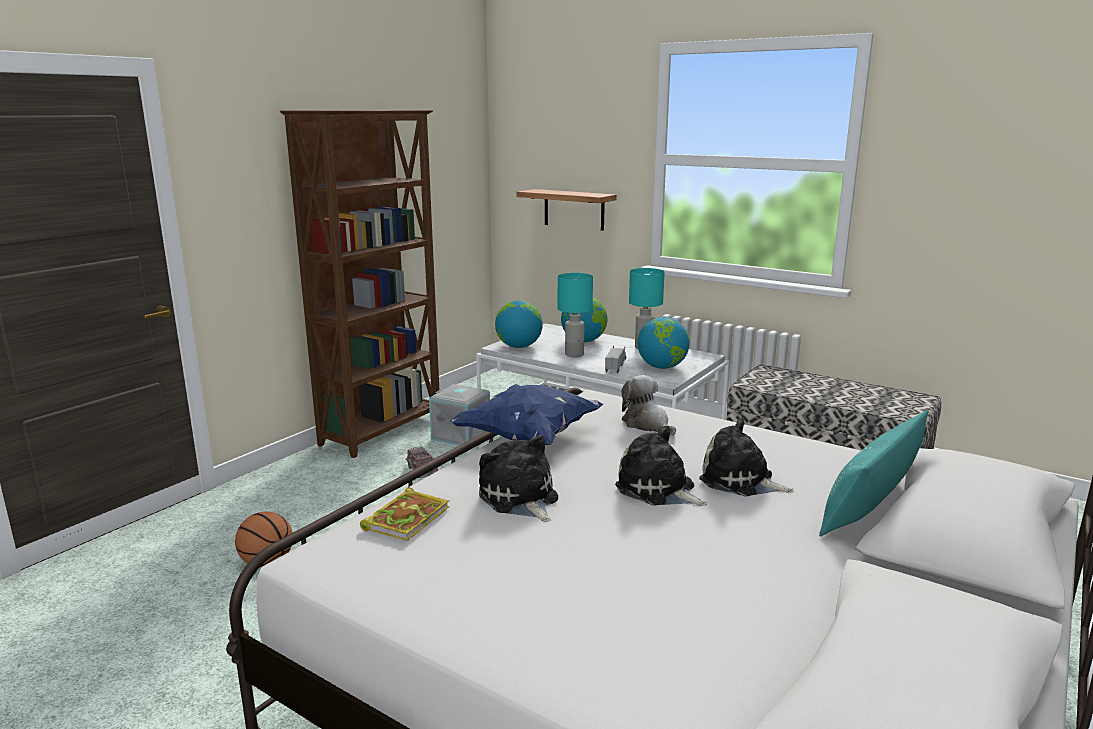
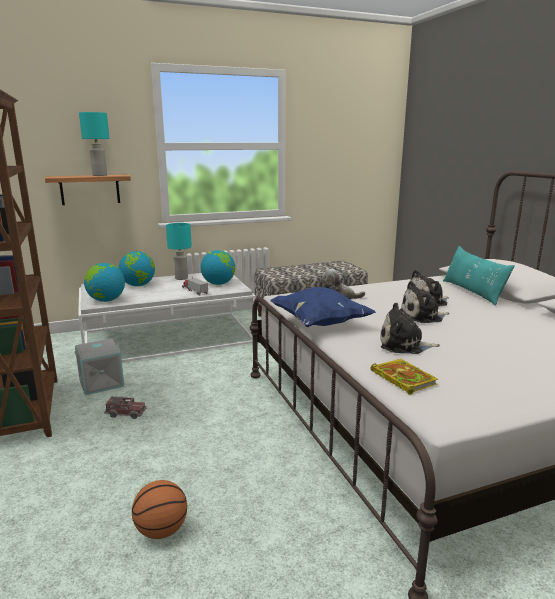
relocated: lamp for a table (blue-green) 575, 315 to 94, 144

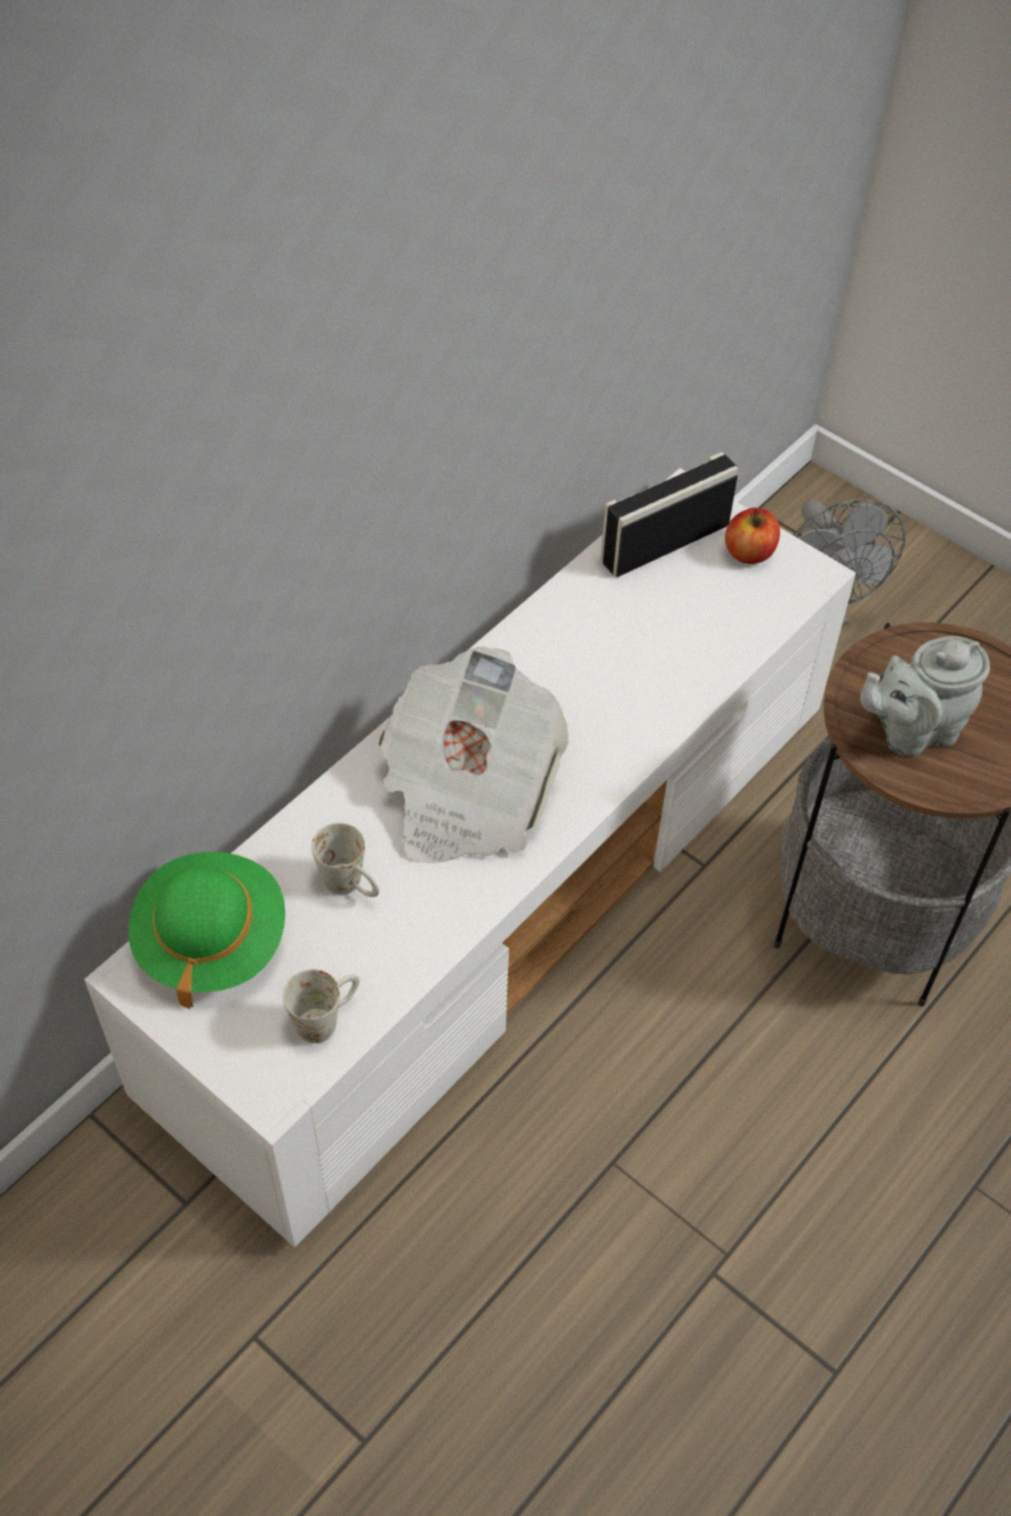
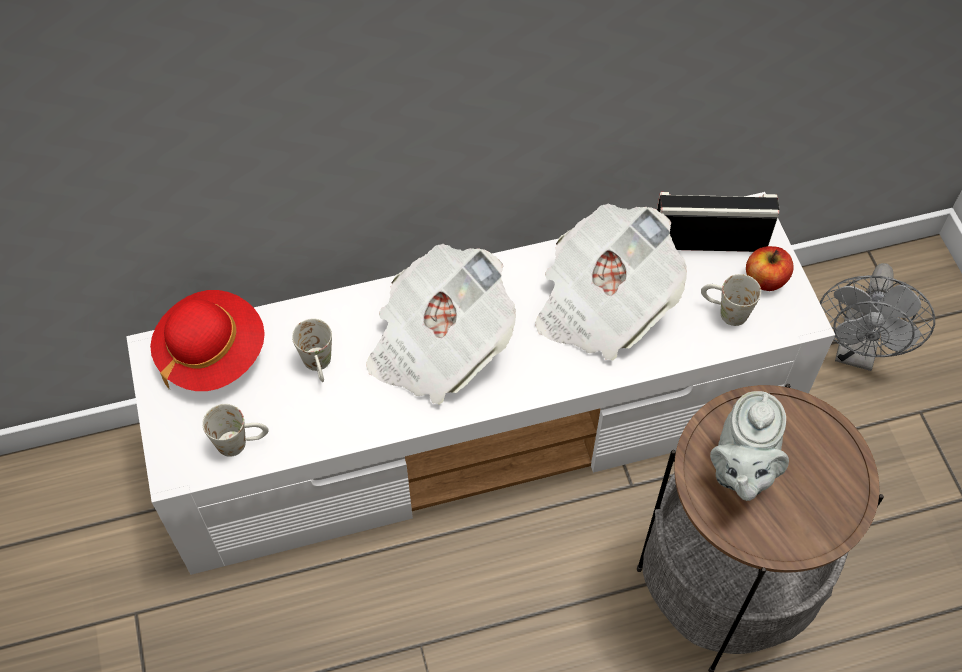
appeared: daily paper 611, 282; tea mug (white) 731, 300
colour: wearable hat (green) 206, 930 to wearable hat (reddish) 207, 340
spun: tea pot (gray) 925, 696 = 749, 446 90 degrees counterclockwise

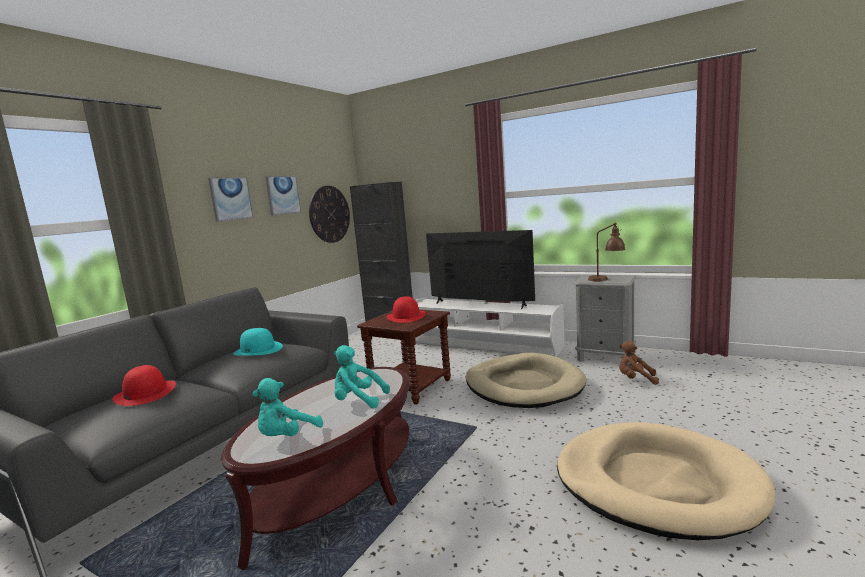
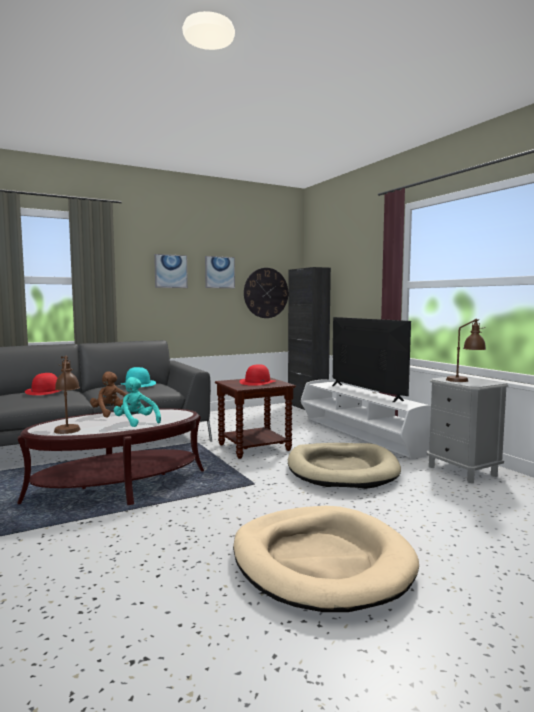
relocated: plush toy (brownish) 639, 363 to 108, 394
exchanged: plush toy (blue-green) 287, 407 to lamp for a table (brownish) 67, 395

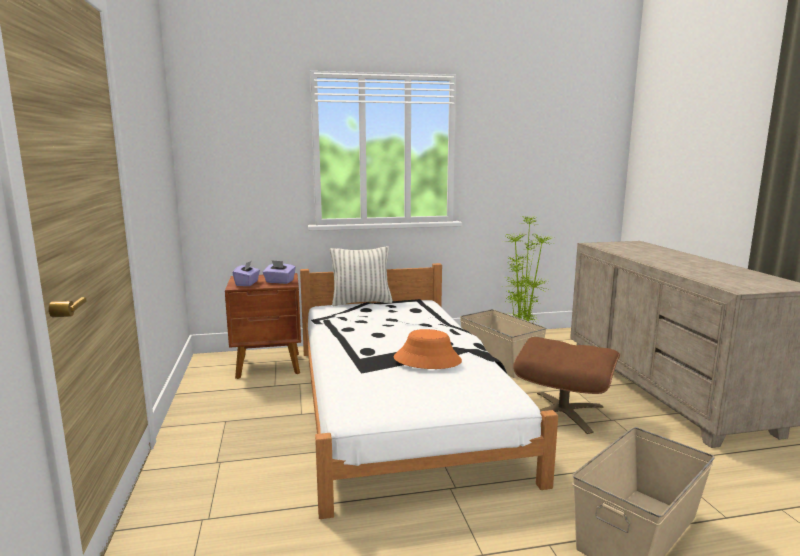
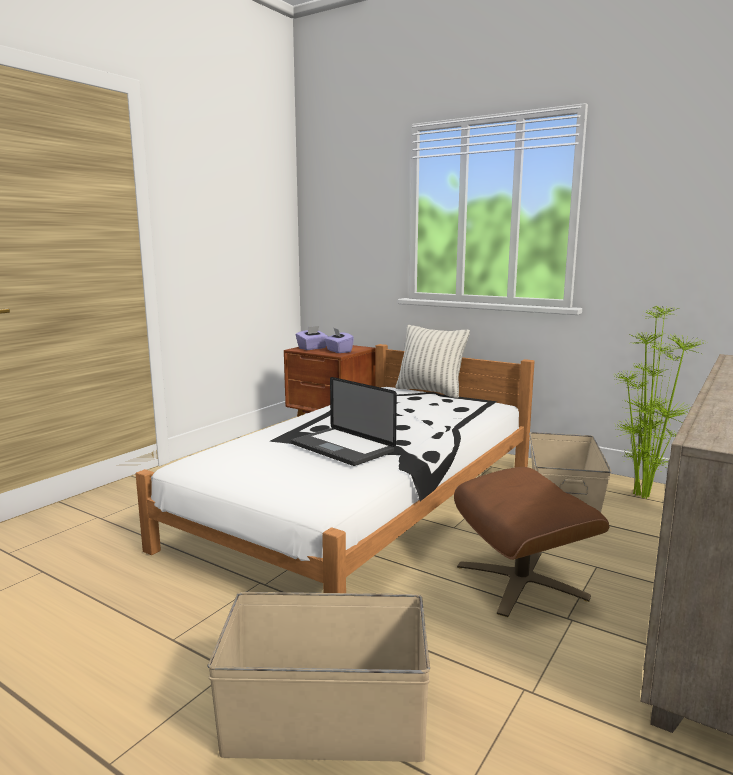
exchanged: wearable hat (orange) 428, 349 to portable computer 344, 421

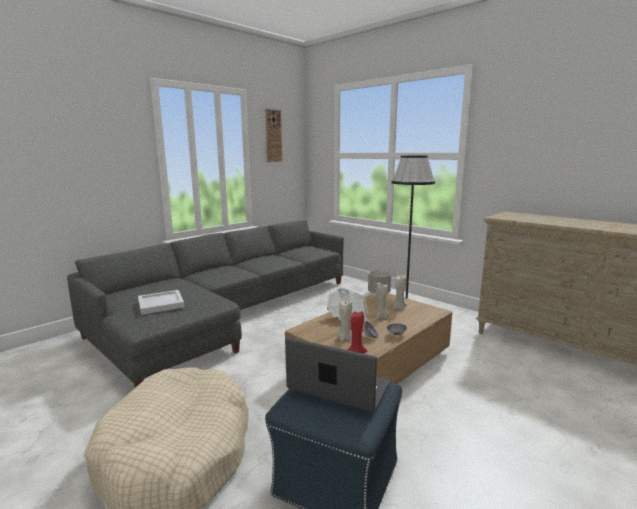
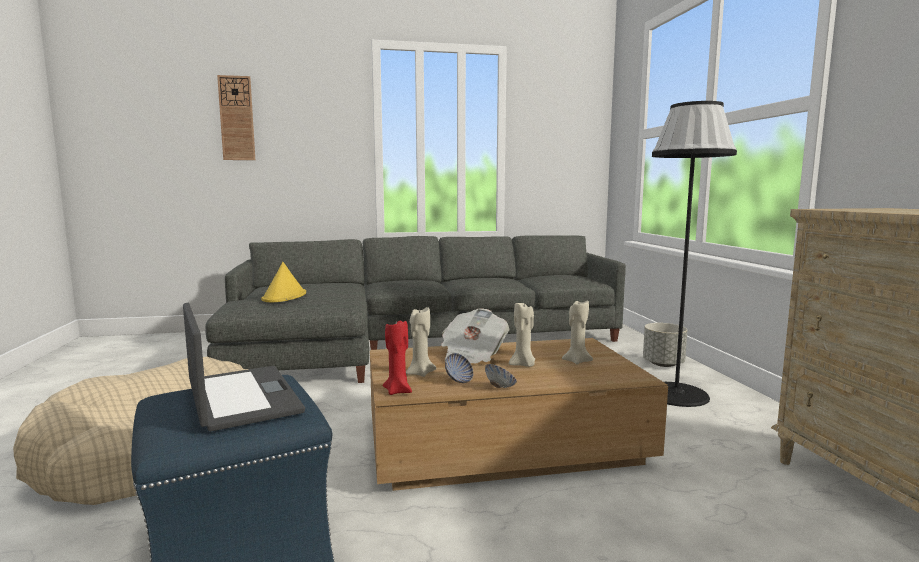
relocated: wall clock 273, 135 to 236, 117
exchanged: tray (white) 161, 302 to wearable hat (yellow) 283, 282

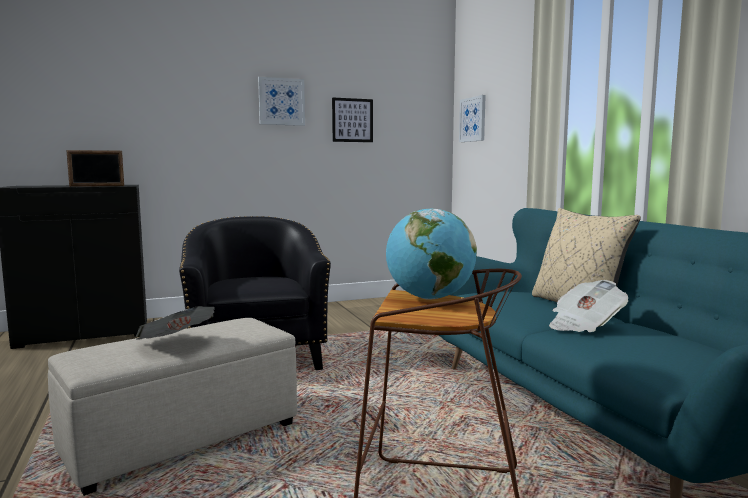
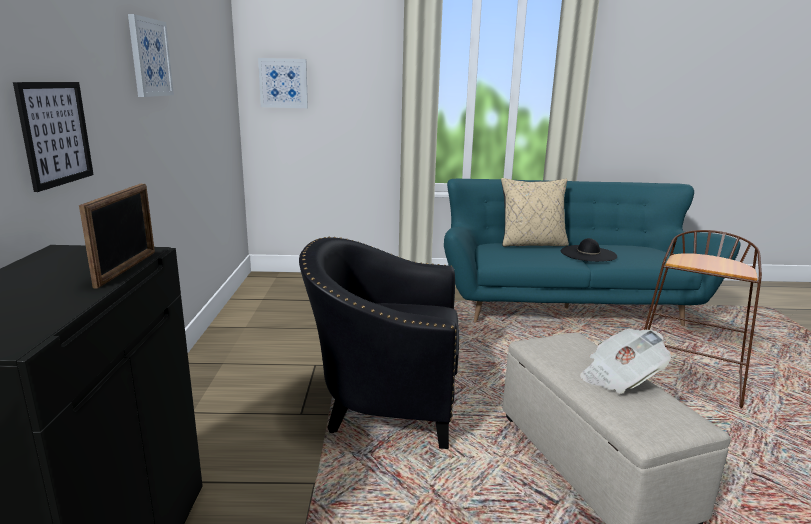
missing: globe 431, 254
relocated: picture 352, 119 to 53, 137
exchanged: daily paper 588, 306 to wearable hat (black-coloured) 589, 250

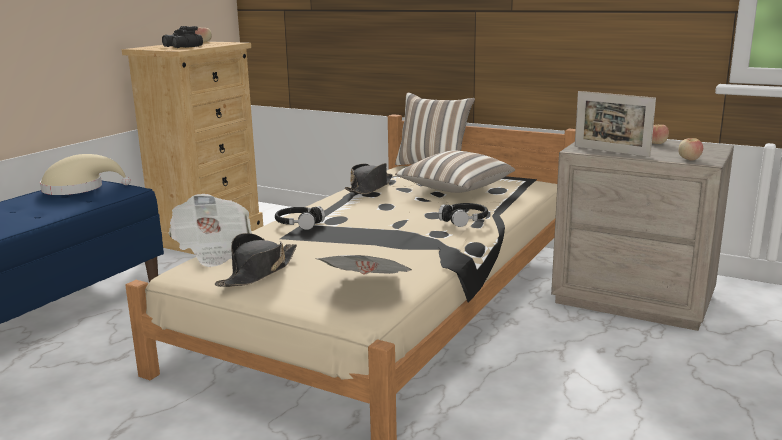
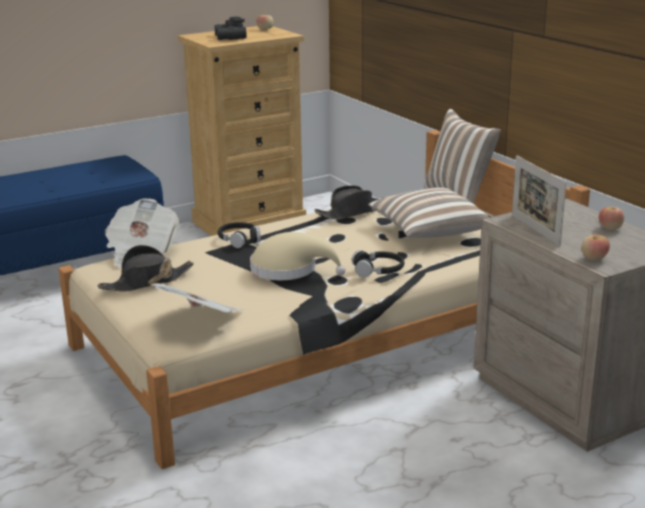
relocated: wearable hat (sand-coloured) 85, 174 to 298, 256

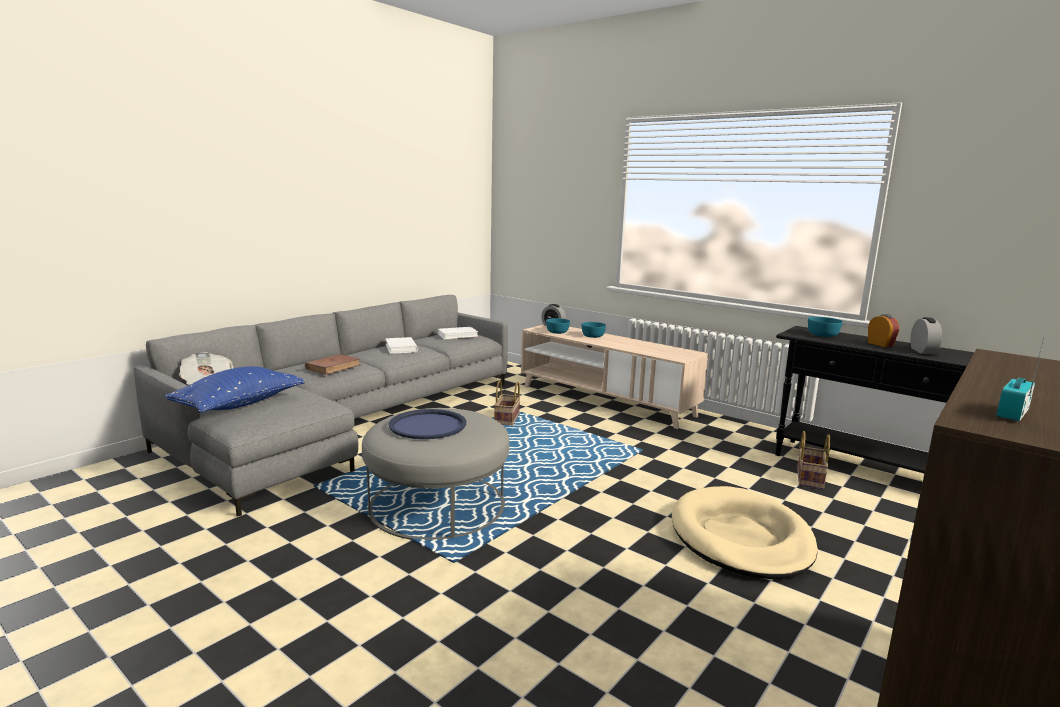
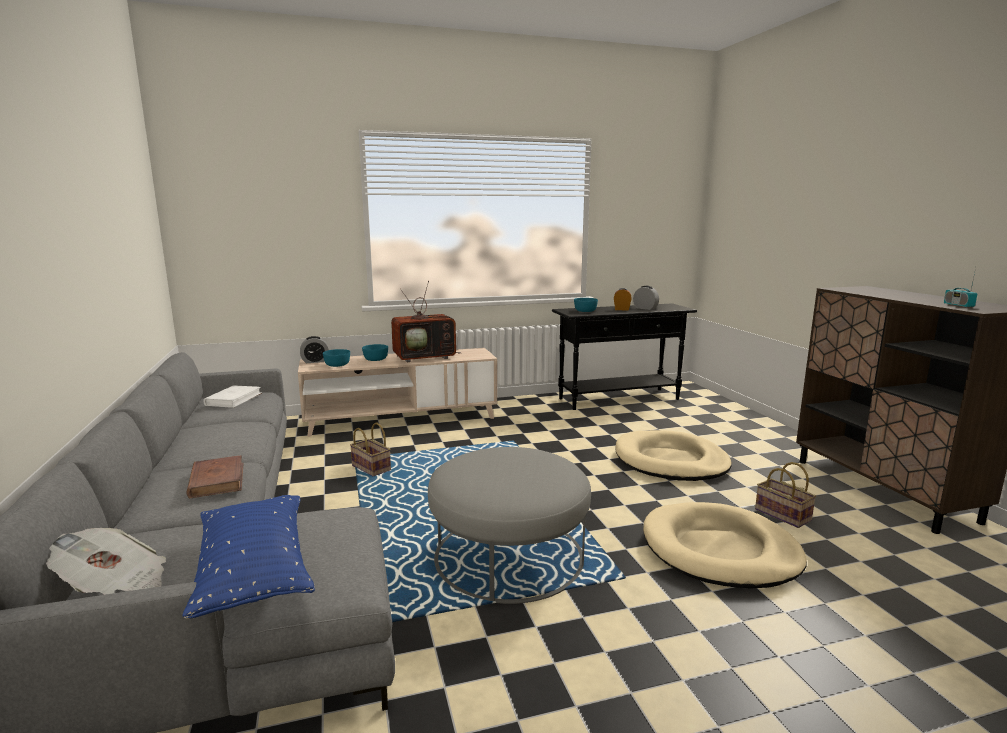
missing: bound book (white) 401, 345; tray (bluish) 427, 424
appeared: TV 426, 321; dog bed (sand-coloured) 725, 545
relocated: storage basket 813, 460 to 785, 495

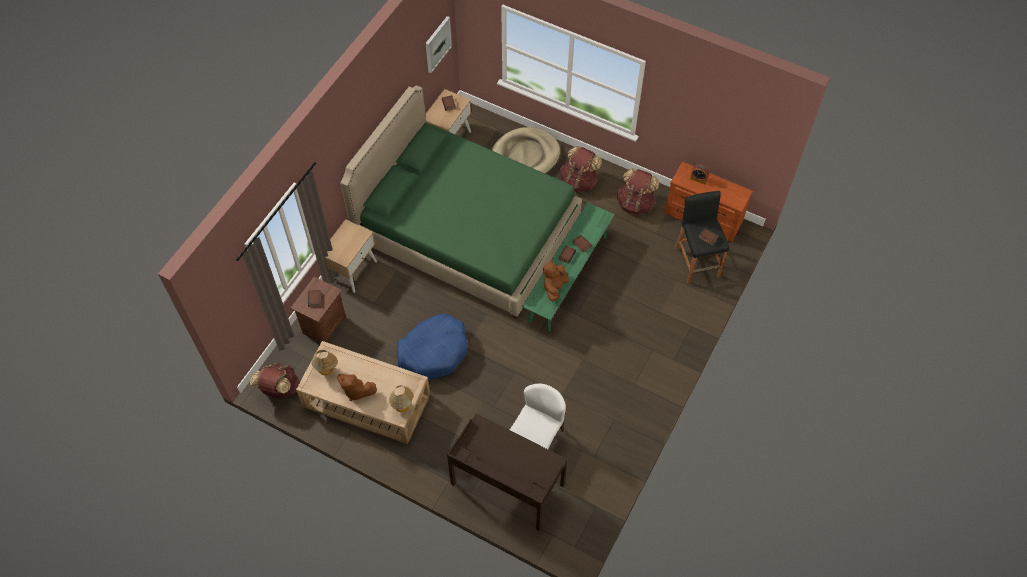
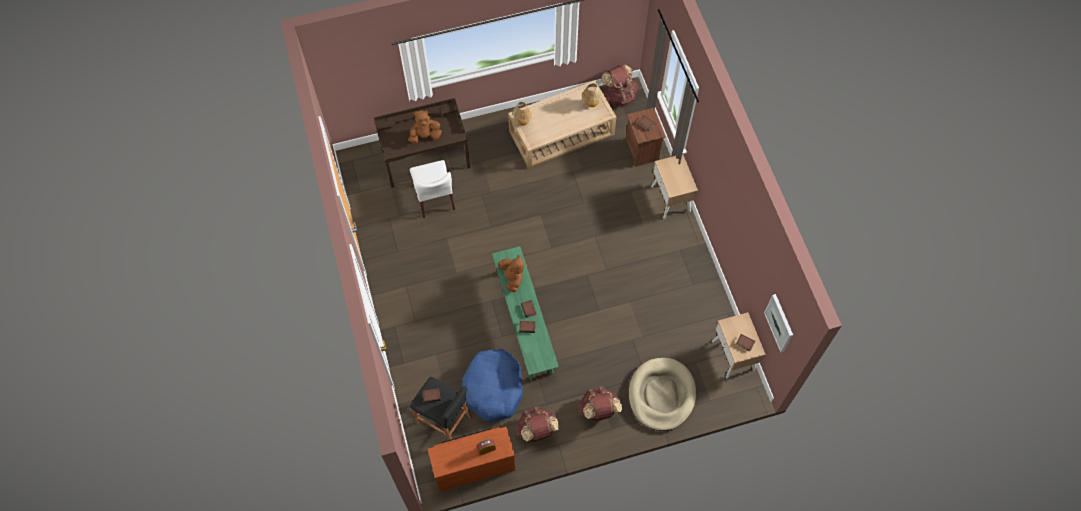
missing: sleeping bed (green) 461, 202
relocated: dog bed (bluish) 432, 346 to 492, 385; plush toy (brownish) 357, 387 to 425, 126

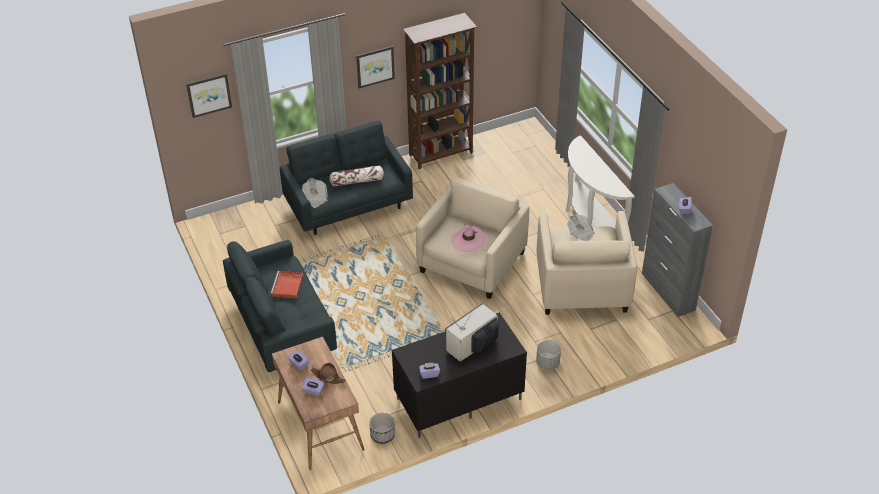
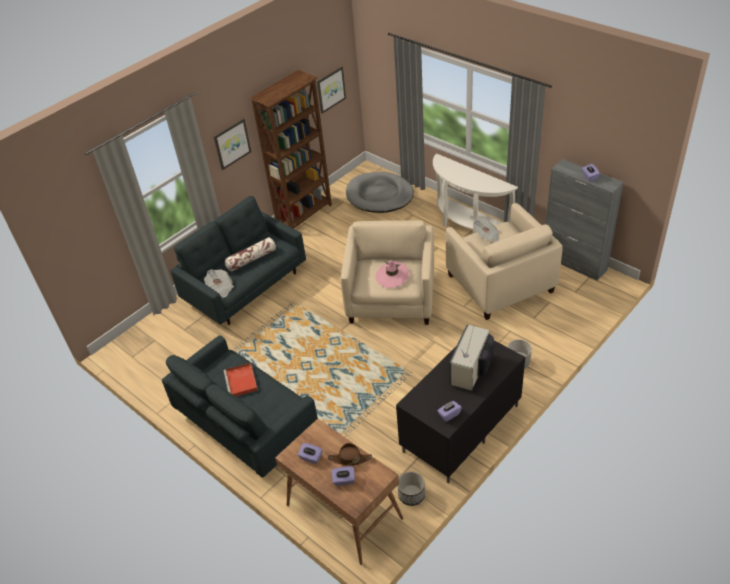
appeared: dog bed (gray) 380, 192
relocated: picture 209, 95 to 331, 90

